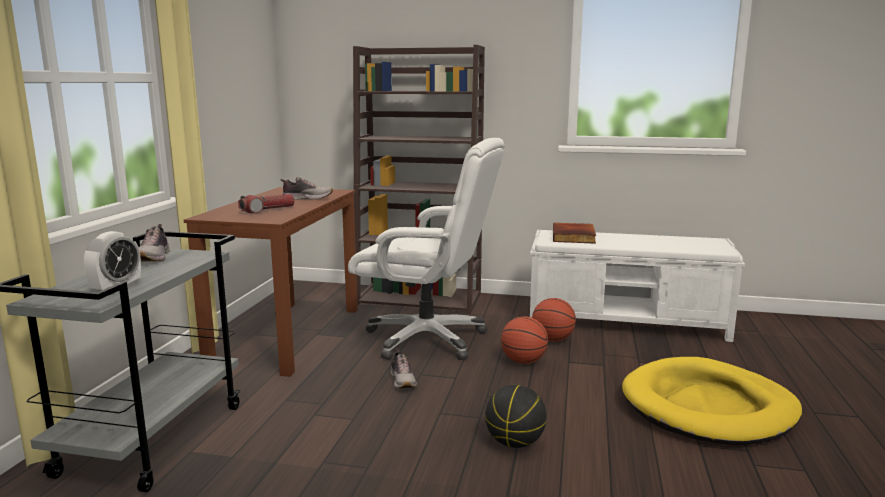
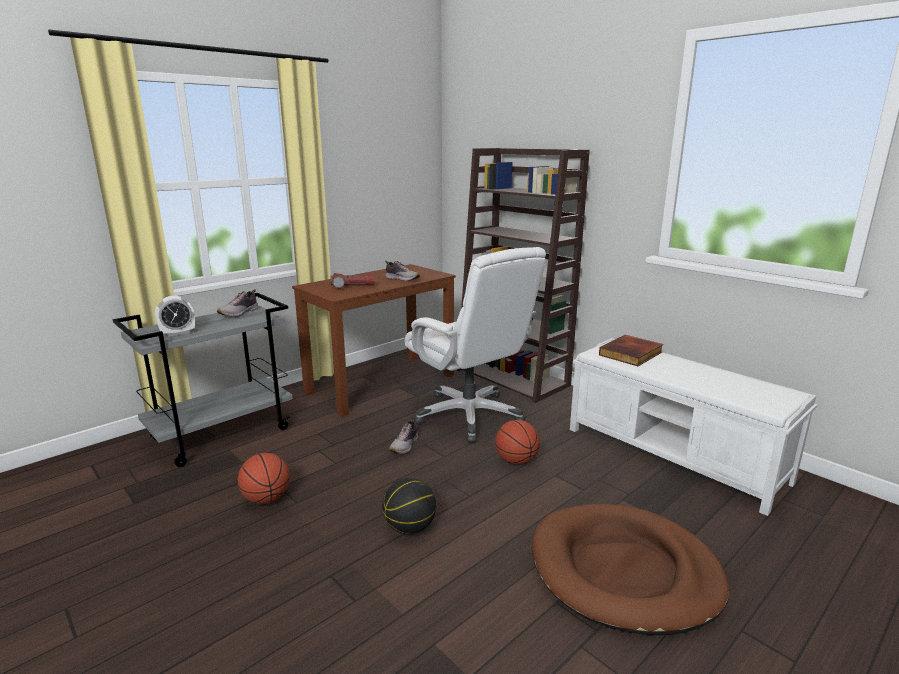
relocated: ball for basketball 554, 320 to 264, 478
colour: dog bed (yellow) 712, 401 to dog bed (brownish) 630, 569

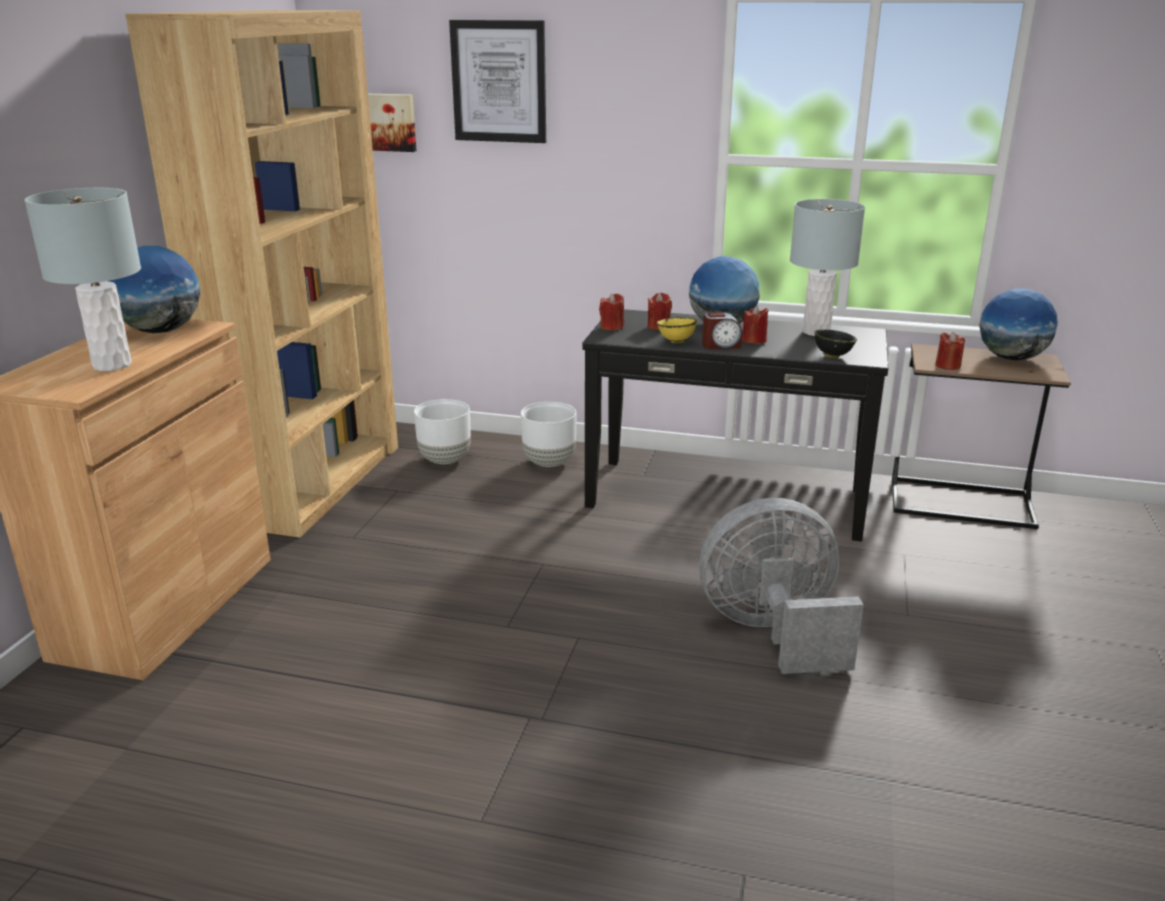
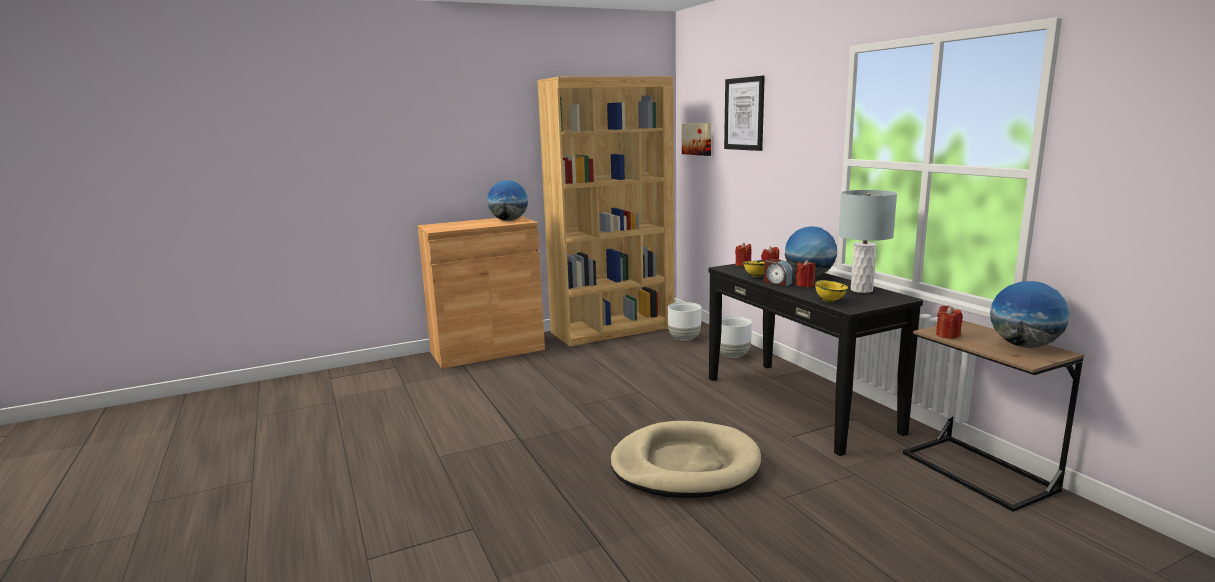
missing: lamp for a table (gray) 82, 279
exchanged: cooling fan (gray) 781, 586 to dog bed (sand-coloured) 685, 459
colour: deep dish (black-coloured) 835, 344 to deep dish (yellow) 831, 291

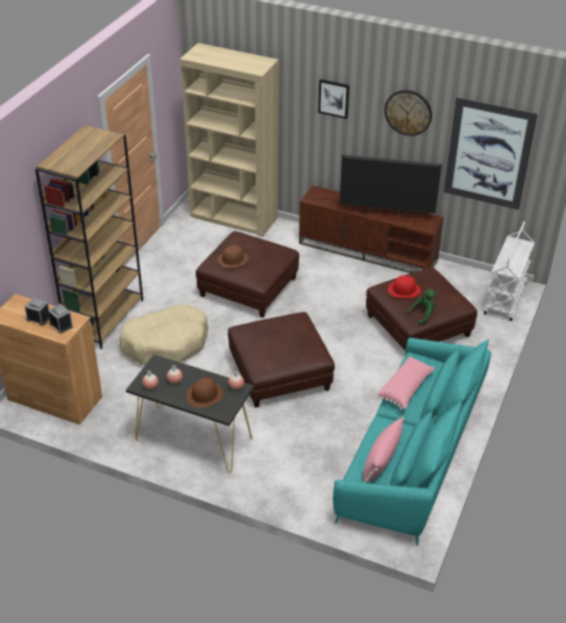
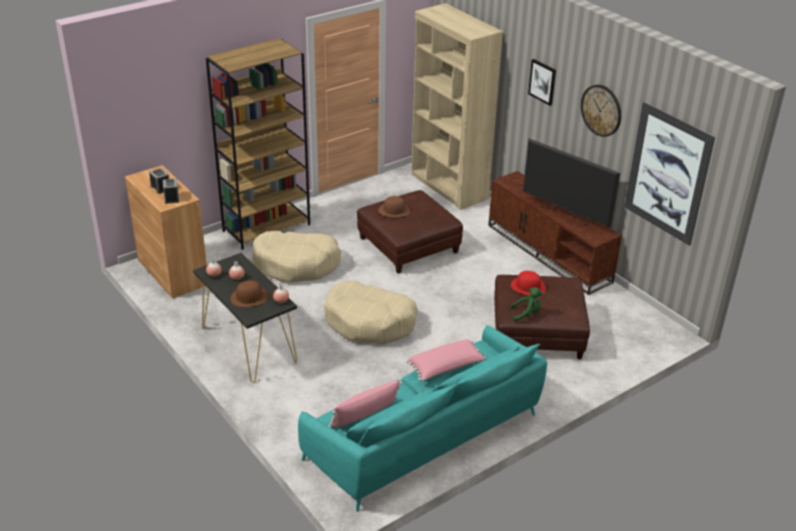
missing: wheeled cart (white) 509, 271
exchanged: ottoman (brownish) 281, 360 to dog bed (sand-coloured) 371, 312

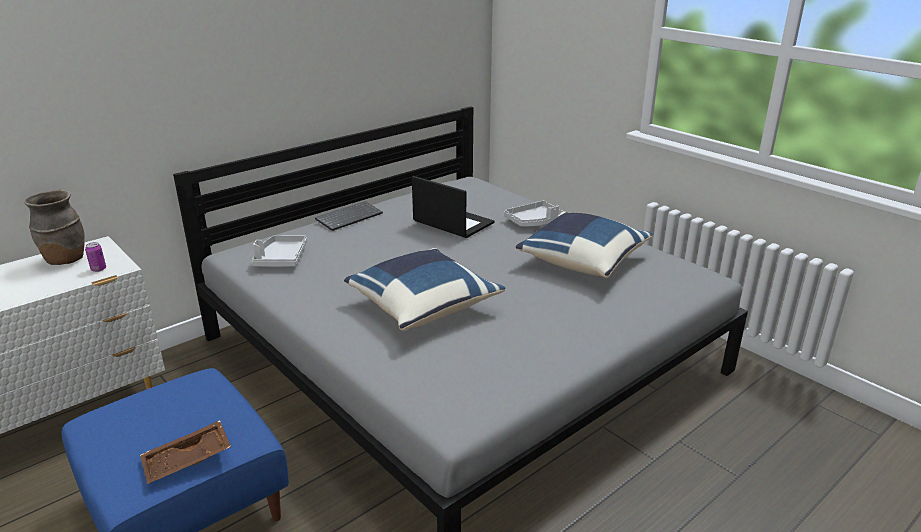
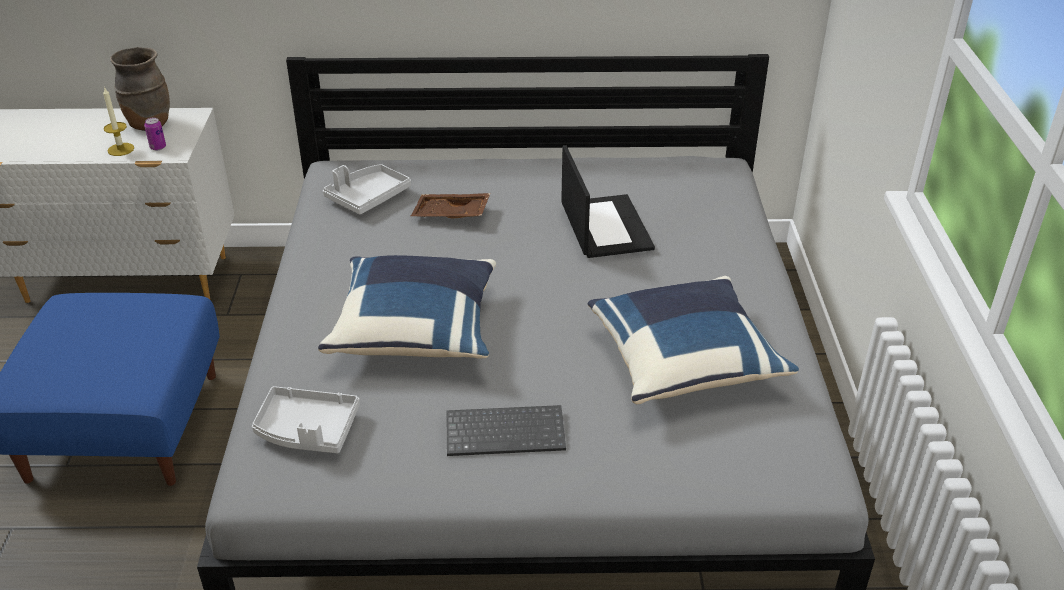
appeared: wax candle 118, 121
relocated: computer keyboard 349, 216 to 506, 430; tray (gray) 534, 214 to 306, 419; tray (brownish) 185, 452 to 450, 205

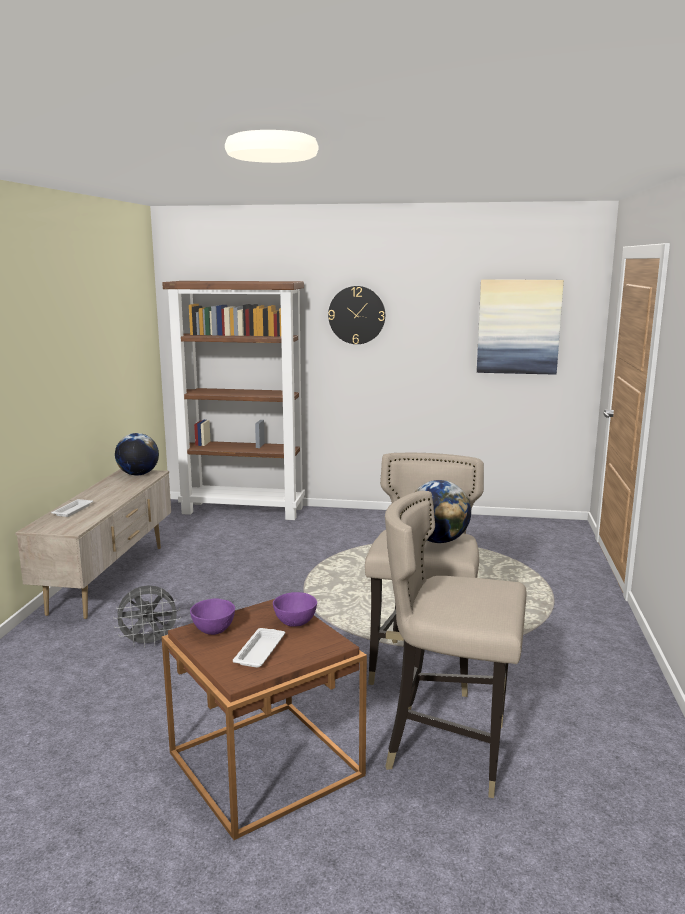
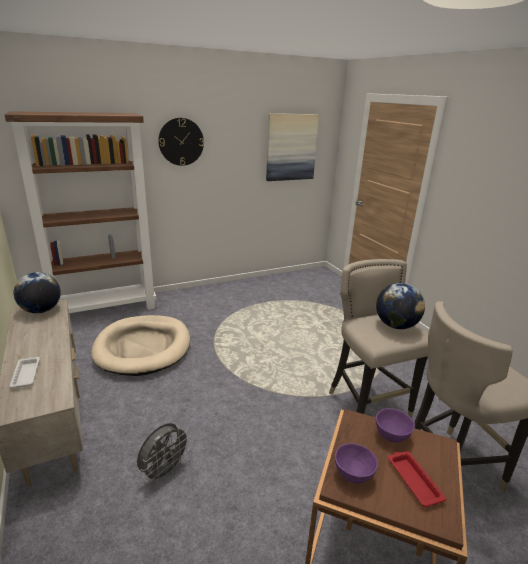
appeared: dog bed (sand-coloured) 140, 345
colour: tray (white) 259, 648 to tray (reddish) 417, 479

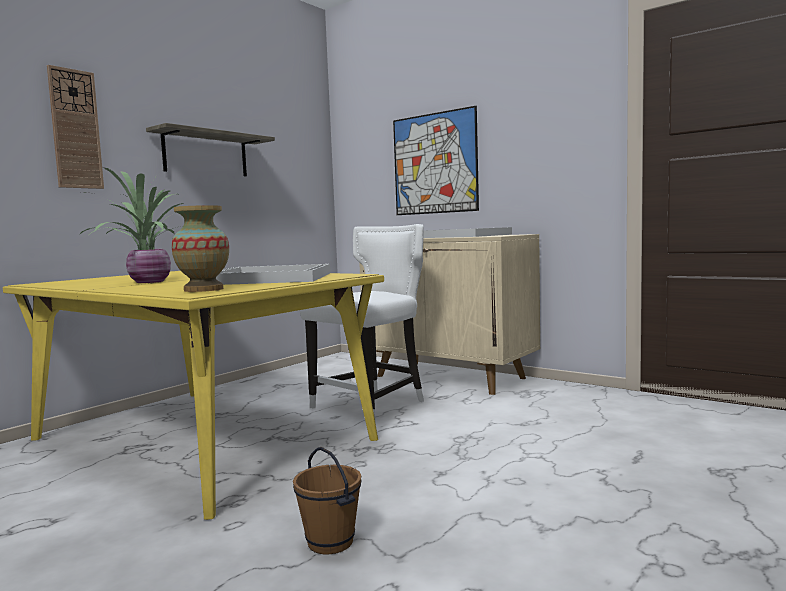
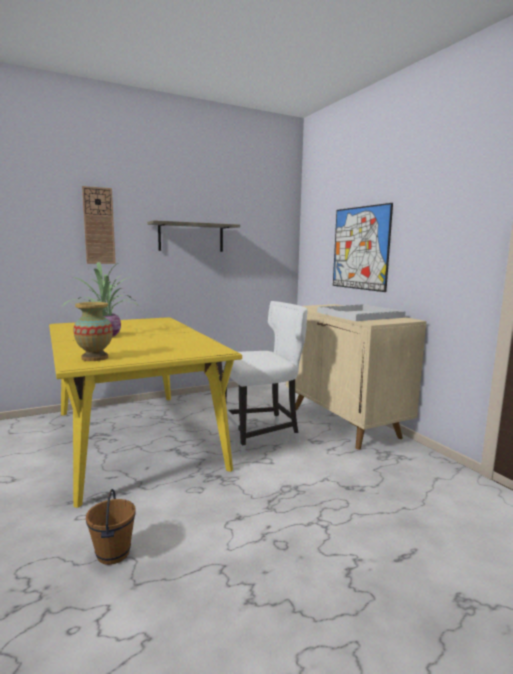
missing: tray (white) 273, 274

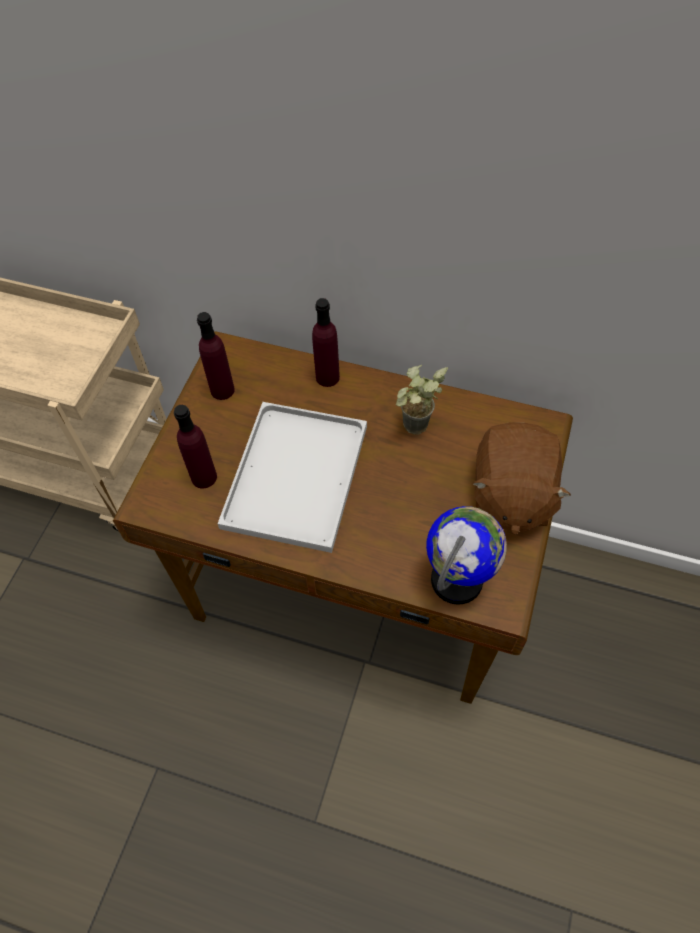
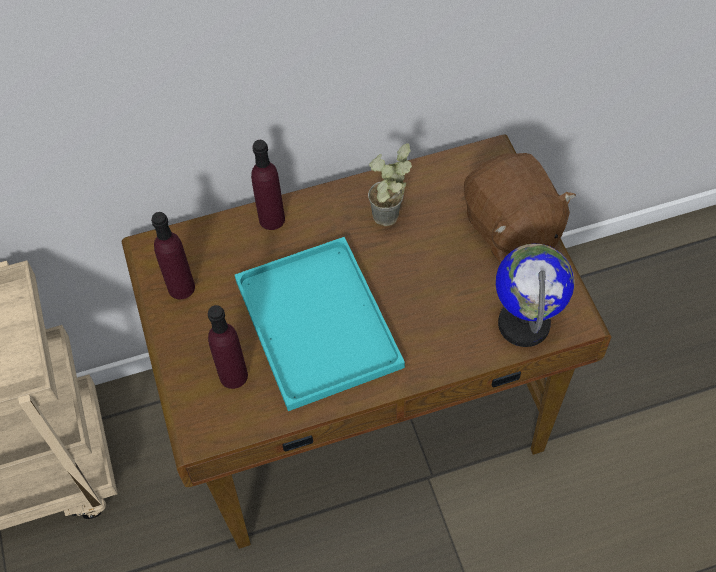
colour: tray (white) 292, 477 to tray (blue-green) 320, 324

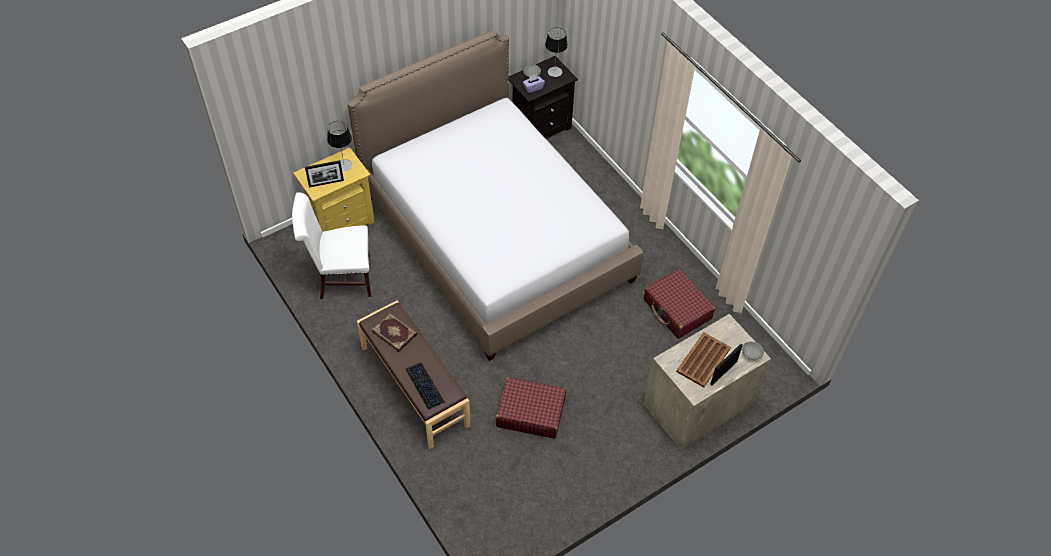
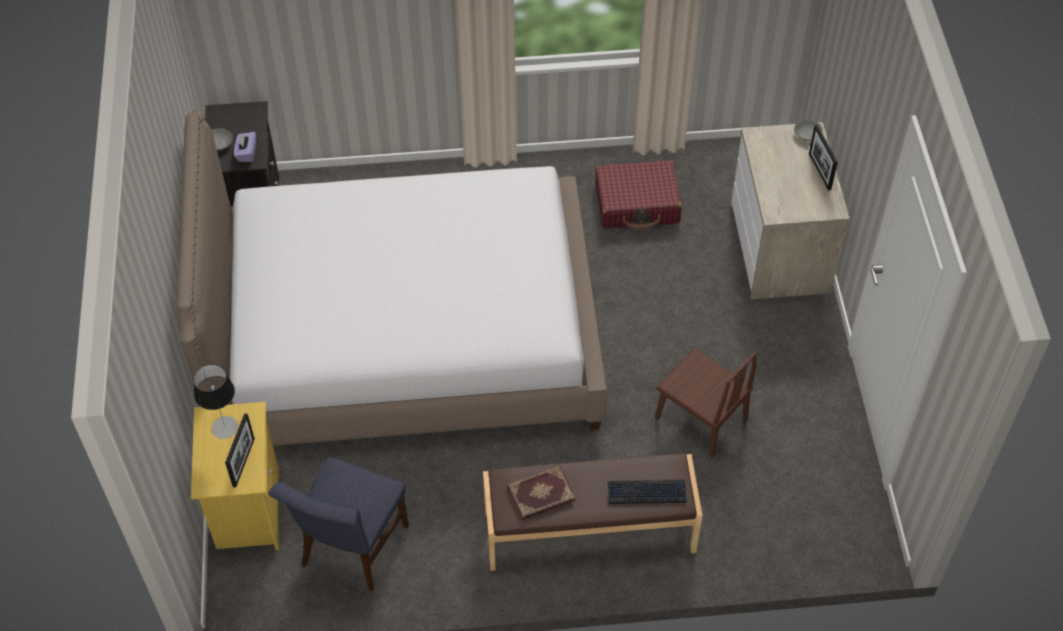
missing: lamp for a table 556, 52; tray (brownish) 703, 360
exchanged: piece of luggage (reddish) 531, 408 to upright chair (brownish) 706, 403
colour: upright chair (white) 331, 245 to upright chair (bluish) 338, 524

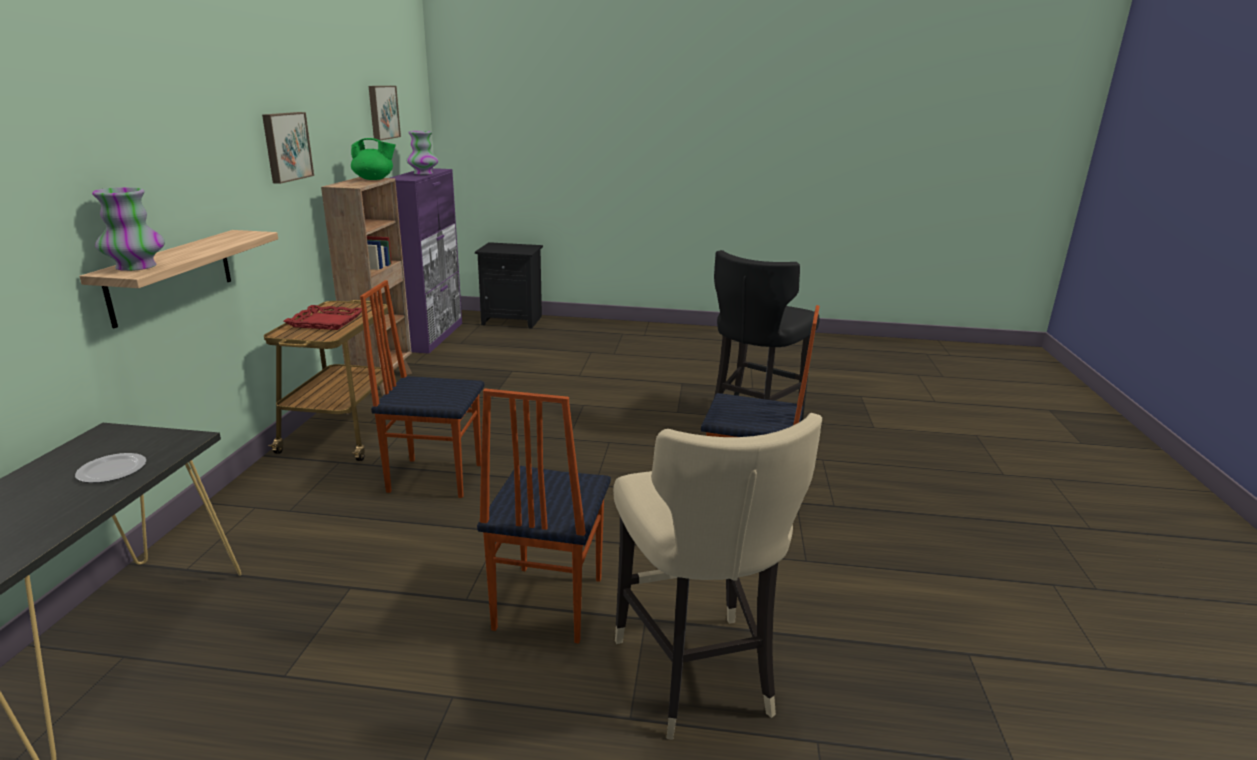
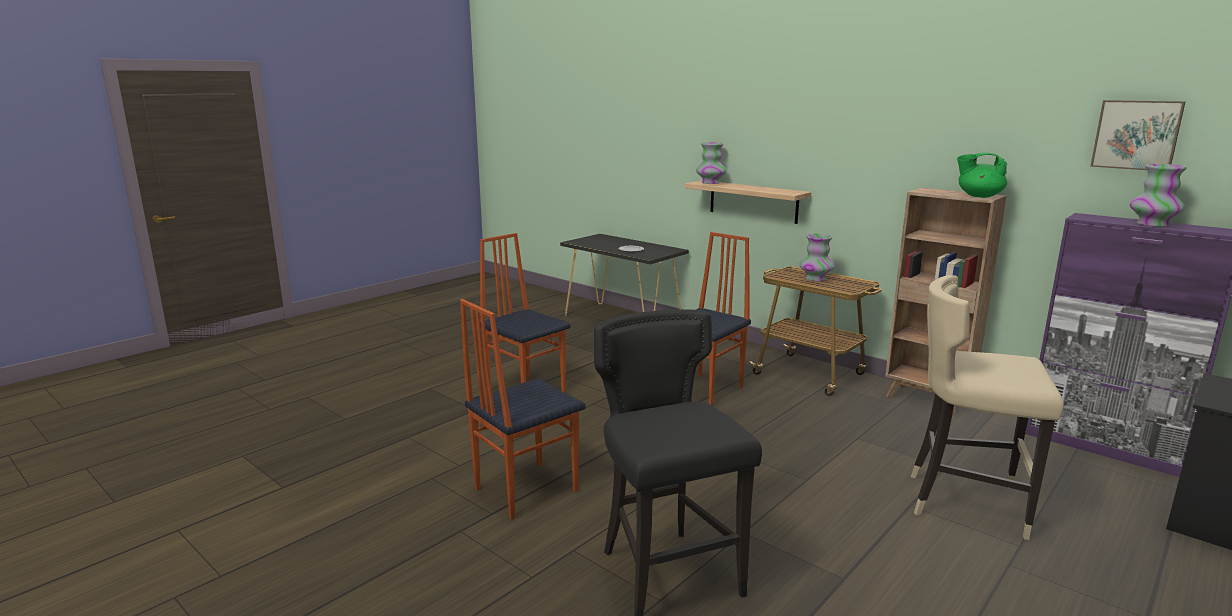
missing: picture 288, 148
relocated: stool seat (sand-coloured) 717, 576 to 987, 407
exchanged: tray (reddish) 322, 317 to decorative vase 817, 257
spun: tea pot (green) 373, 159 = 982, 175 75 degrees clockwise

